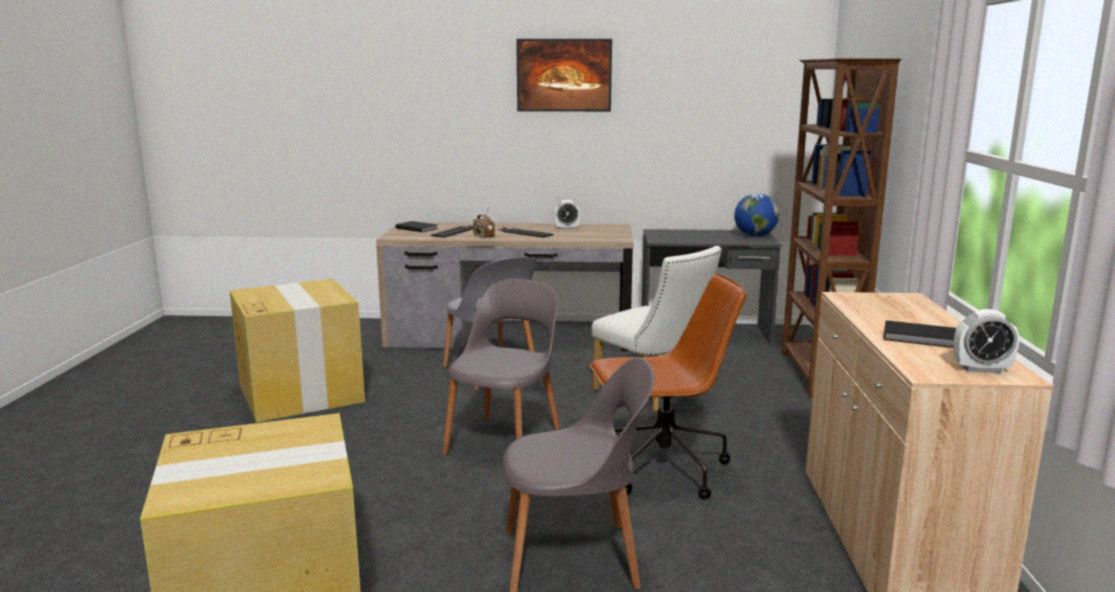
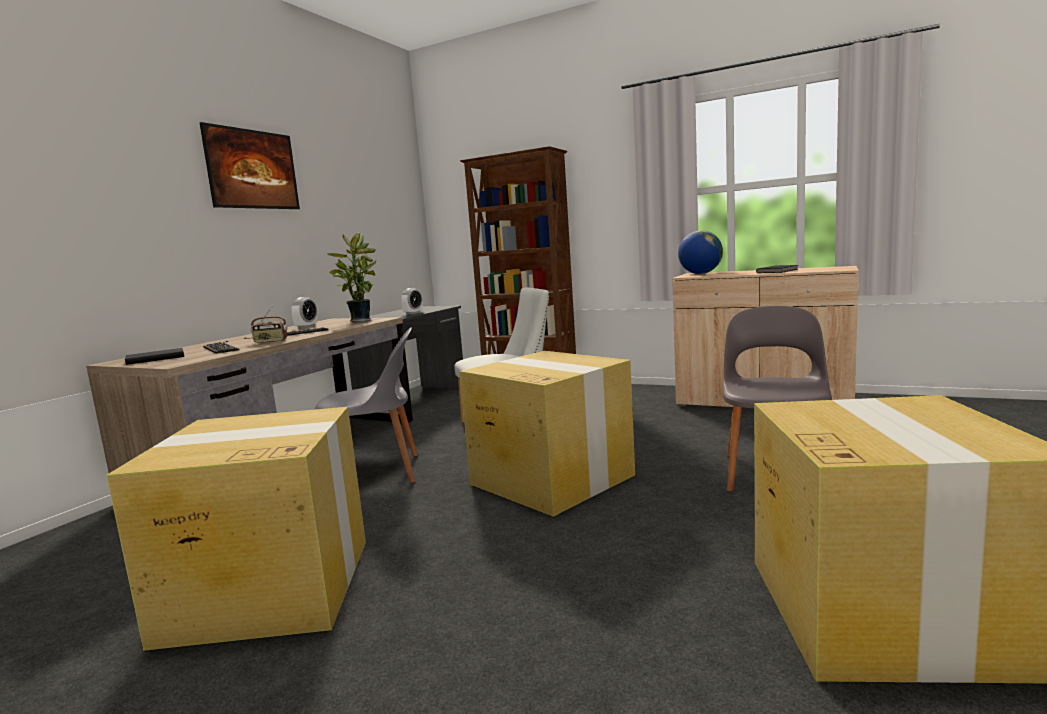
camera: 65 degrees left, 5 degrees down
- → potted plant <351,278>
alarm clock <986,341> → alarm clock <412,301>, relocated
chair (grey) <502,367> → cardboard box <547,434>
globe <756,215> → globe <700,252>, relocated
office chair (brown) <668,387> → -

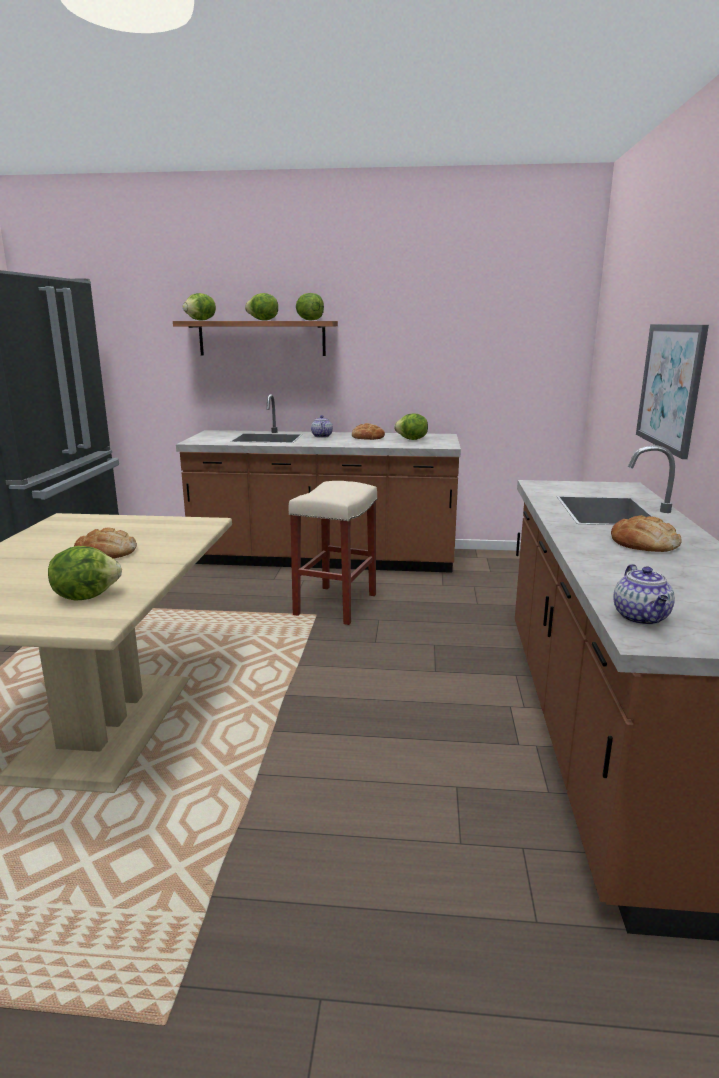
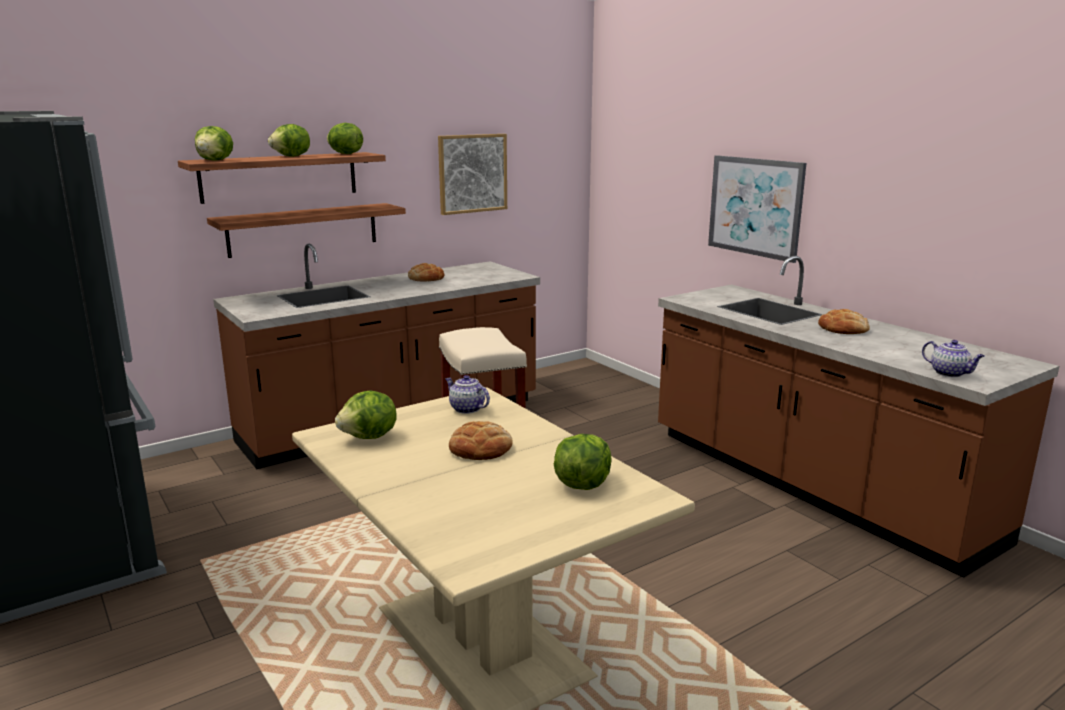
camera: 40 degrees left, 0 degrees up
- → shelf <306,230>
lettuce <411,426> → lettuce <366,414>, relocated
- → picture <472,174>
teapot <322,426> → teapot <467,394>, relocated

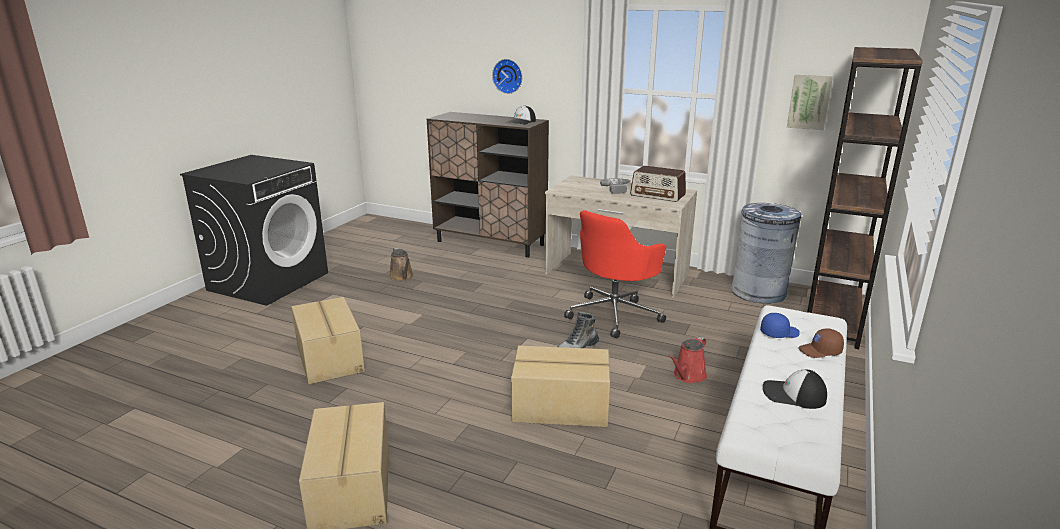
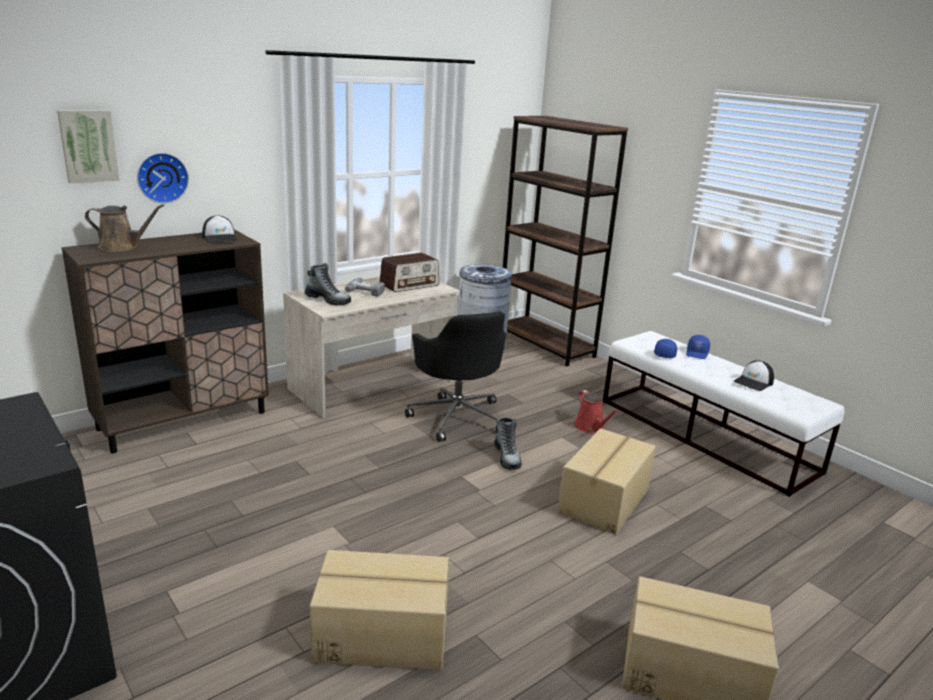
camera: 65 degrees left, 0 degrees up
picture <810,102> → picture <88,146>, relocated
watering can (brown) <401,264> → watering can (brown) <124,228>, relocated
- → boot <327,284>
office chair (red) <615,274> → office chair (black) <455,376>
cap (brown) <821,343> → cap (blue) <698,347>

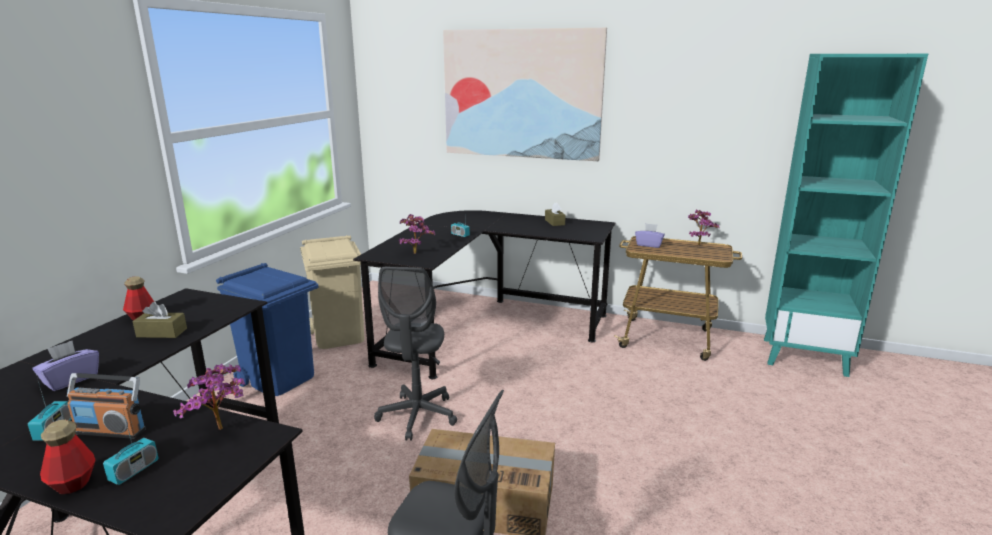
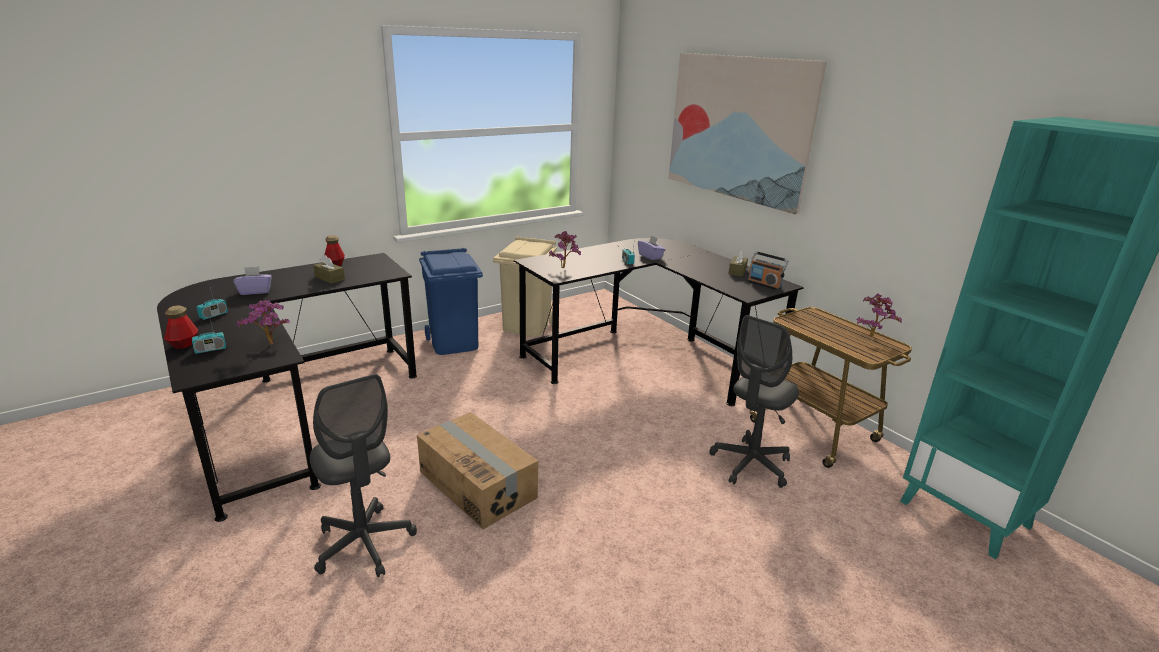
camera: 35 degrees right, 5 degrees up
tissue box (purple) <650,235> → tissue box (purple) <652,247>, relocated
office chair (grey) <415,354> → office chair (grey) <754,401>, relocated
radio <106,406> → radio <768,270>, relocated

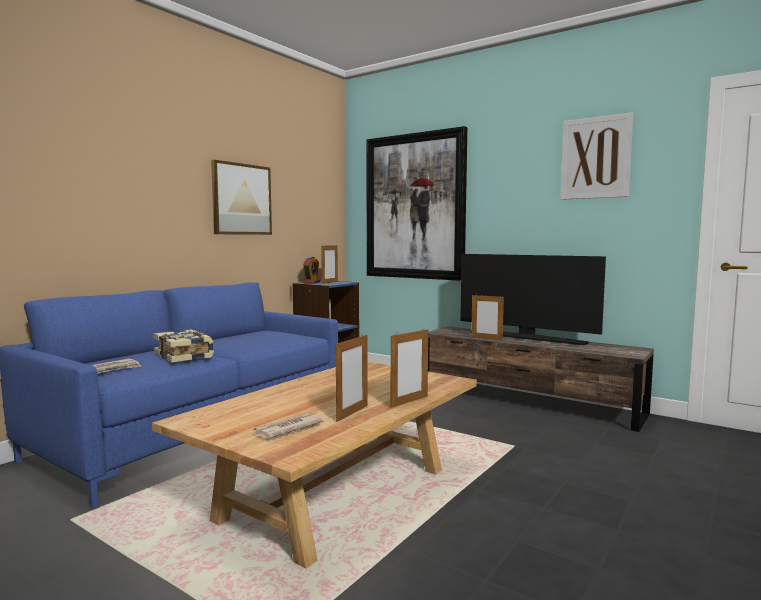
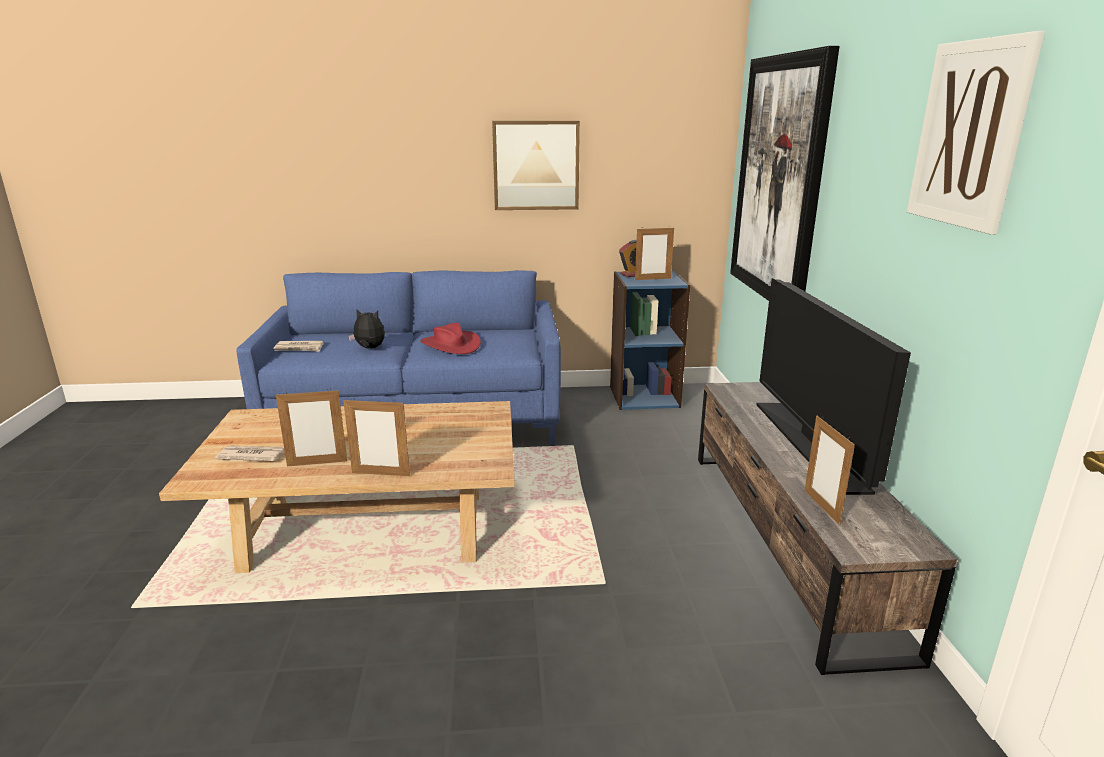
camera: 50 degrees right, 15 degrees up
book <183,346> → plush toy <366,329>
- → hat (red) <450,338>
picture frame <487,317> → picture frame <830,470>, relocated

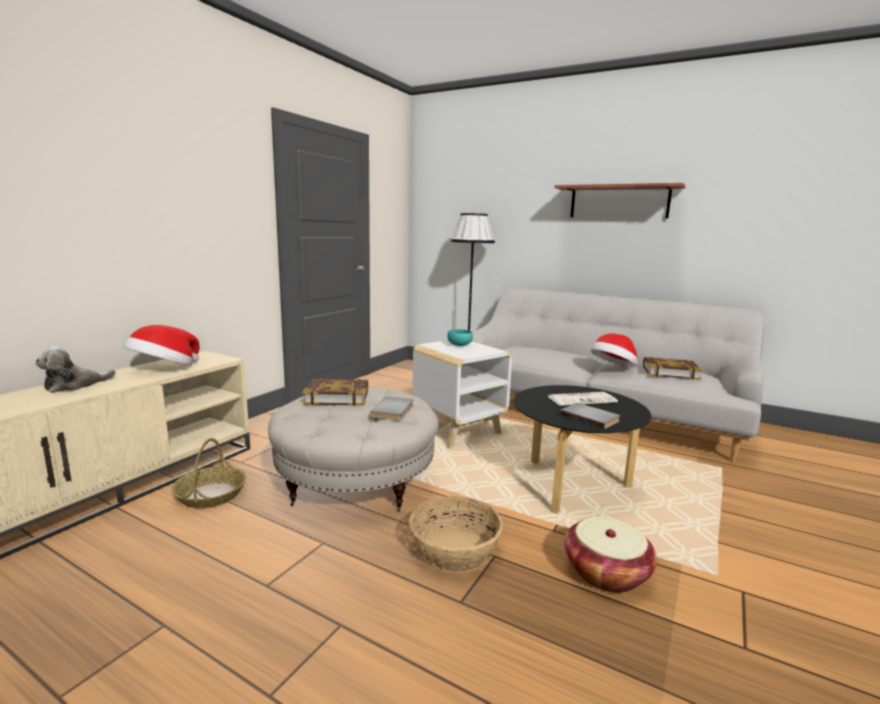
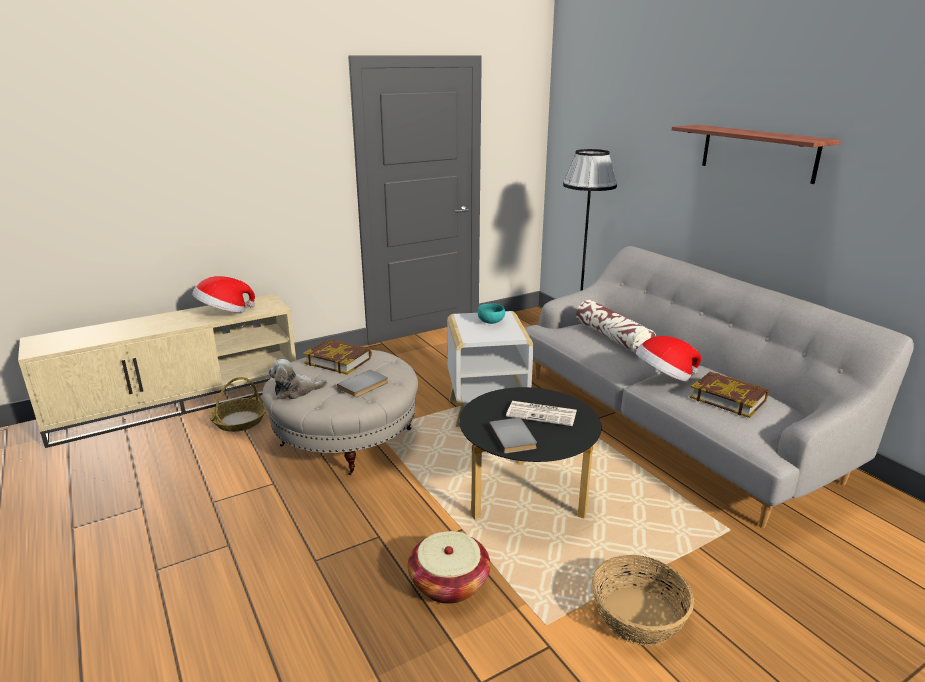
camera: 30 degrees right, 10 degrees up
plush toy <75,369> → plush toy <298,379>, relocated
- → pillow <616,327>
basket <456,534> → basket <643,600>, relocated

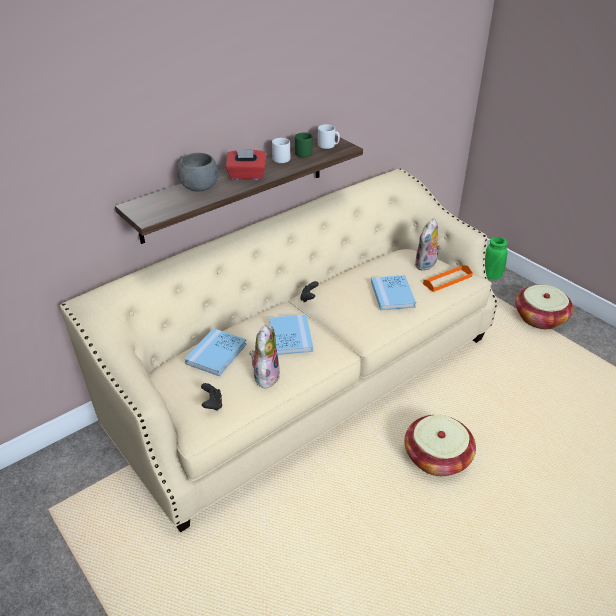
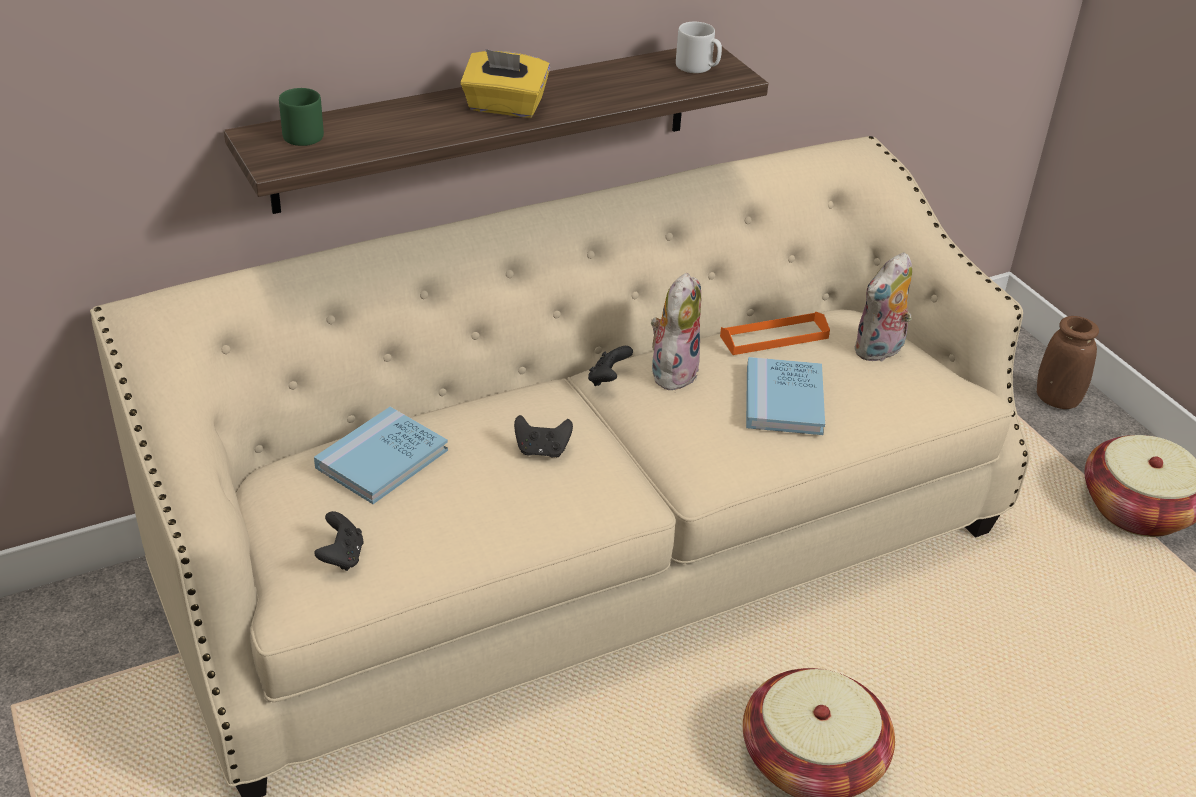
camera: 10 degrees right, 0 degrees up
mug (green) <304,145> → mug (green) <301,117>, relocated
tissue box (red) <246,164> → tissue box (yellow) <505,83>
book (blue) <291,334> → game controller (black) <543,436>
plush toy <265,356> → plush toy <676,331>, relocated
tray (orange) <448,278> → tray (orange) <775,333>, relocated
vase (green) <496,258> → vase (brown) <1068,362>
bowl (grey) <198,172> → -
mug (grey) <281,150> → -

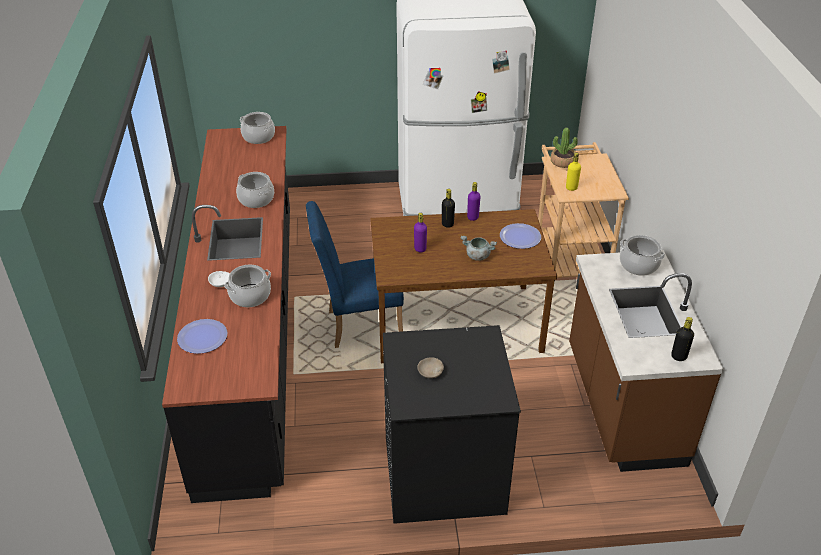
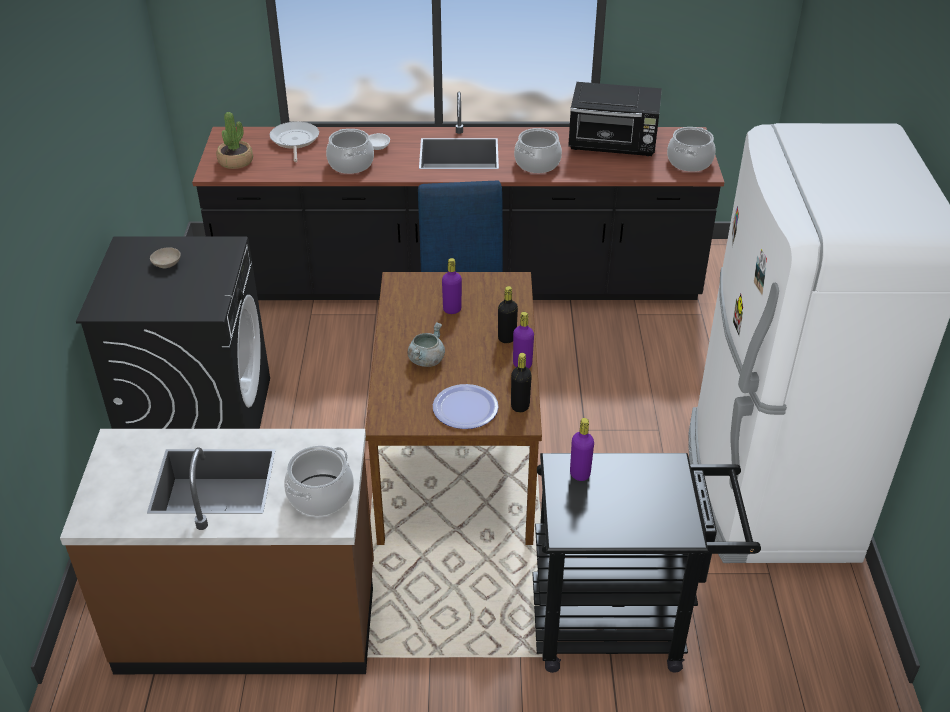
camera: 95 degrees right, 0 degrees up
potted plant <564,148> → potted plant <234,140>, relocated
plate <202,336> → frying pan <294,141>
bottle (black) <682,339> → bottle (black) <521,382>, relocated
cart (beige) <583,210> → cart (black) <646,563>
- → microwave (black) <615,119>
bottle (yellow) <573,172> → bottle (purple) <582,449>

